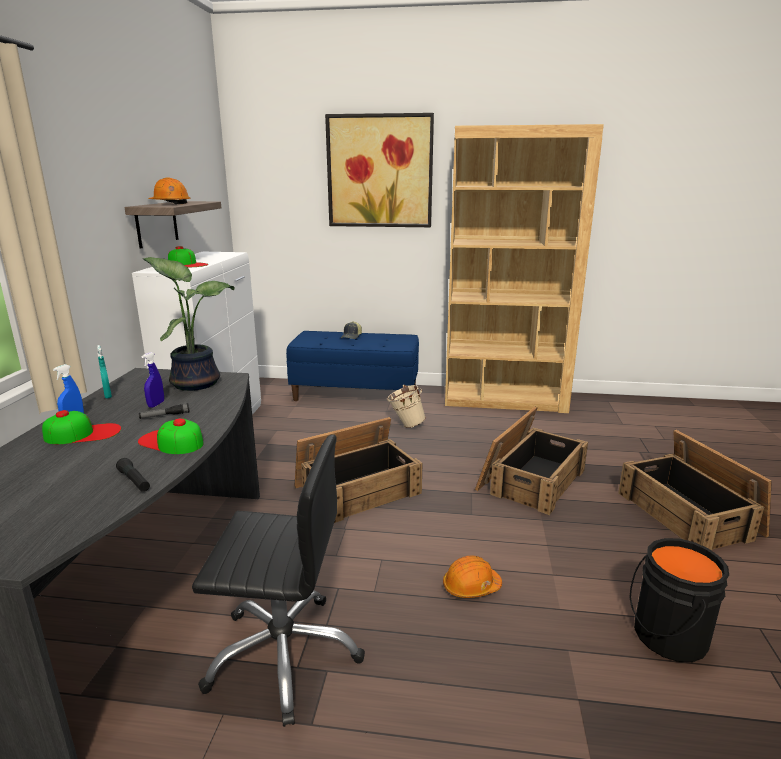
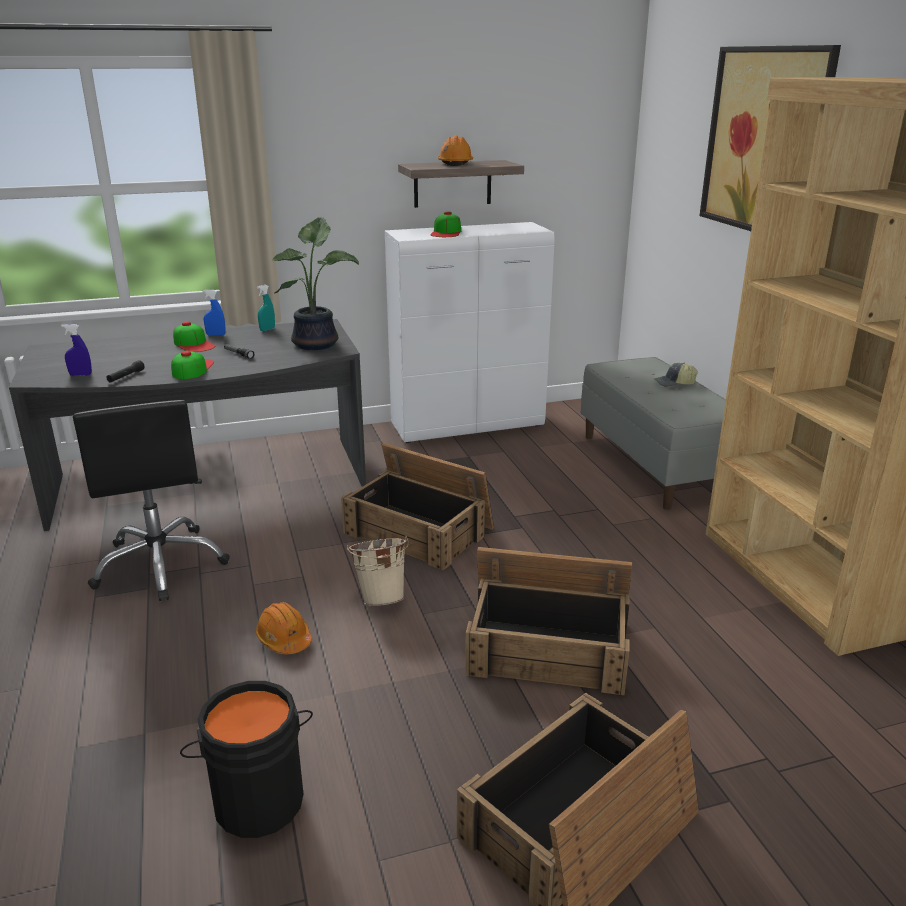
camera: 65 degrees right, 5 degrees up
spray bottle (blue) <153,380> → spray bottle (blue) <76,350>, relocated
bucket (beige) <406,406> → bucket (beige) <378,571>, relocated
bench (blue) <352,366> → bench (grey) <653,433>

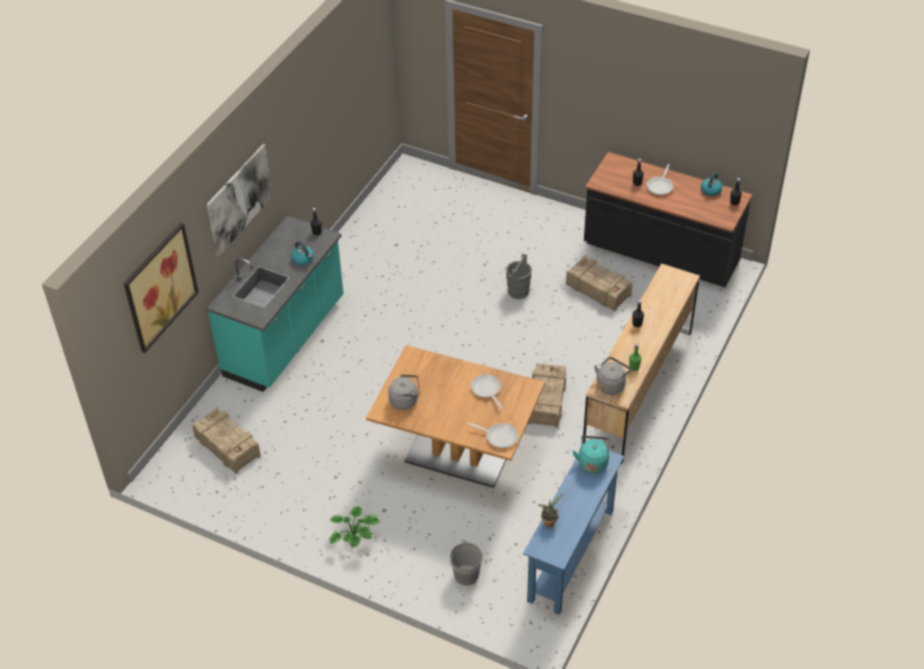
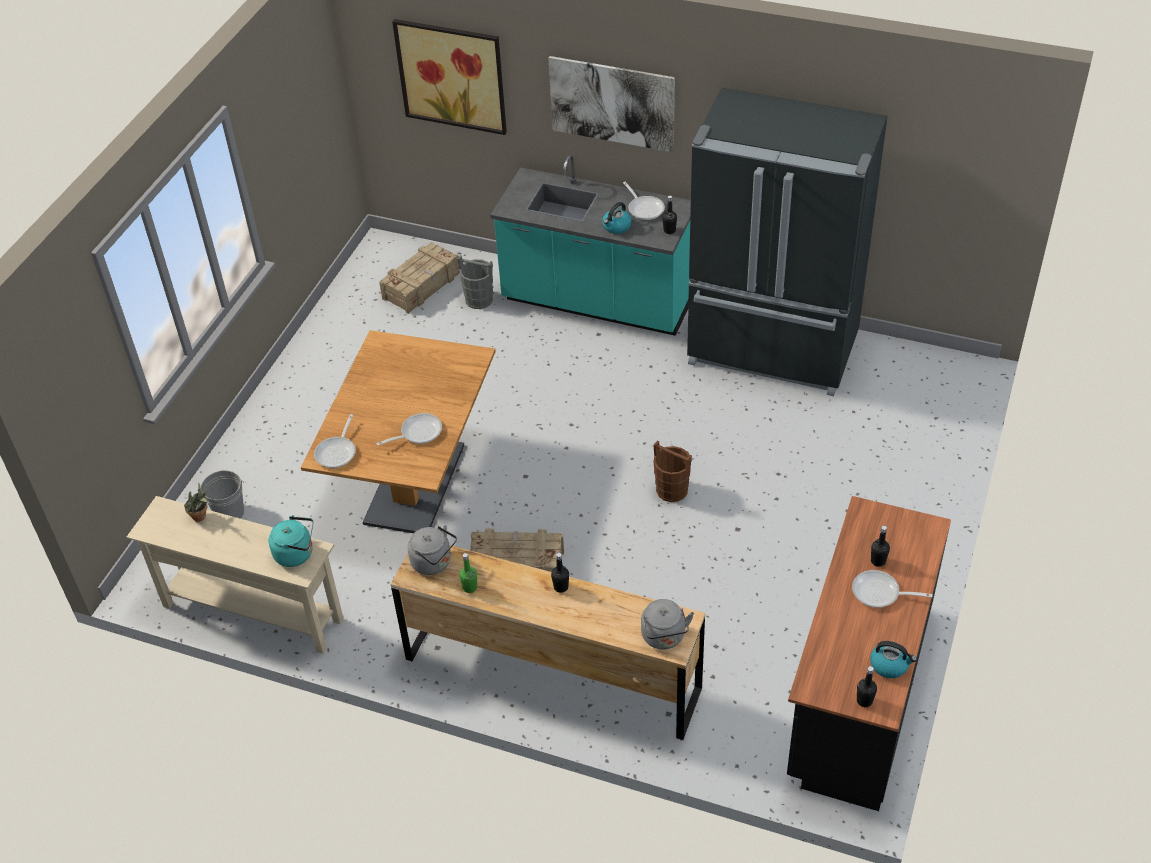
camera: 85 degrees right, 0 degrees up
console table (blue) <573,533> → console table (beige) <235,575>
bucket (grey) <519,276> → bucket (grey) <475,282>, relocated
- → frying pan <644,201>
kettle (grey) <403,392> → kettle (grey) <667,624>, relocated
- → bucket (brown) <672,471>
- → fridge (black) <787,241>
potted plant <354,527> → -
crate <599,284> → -

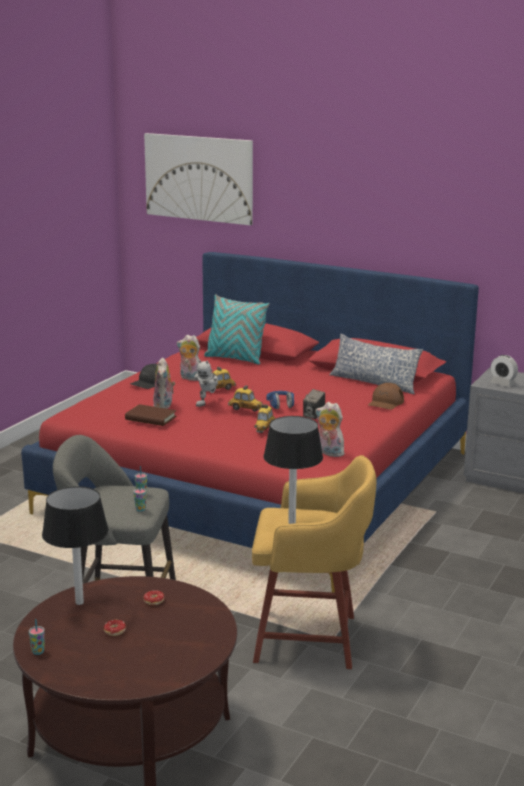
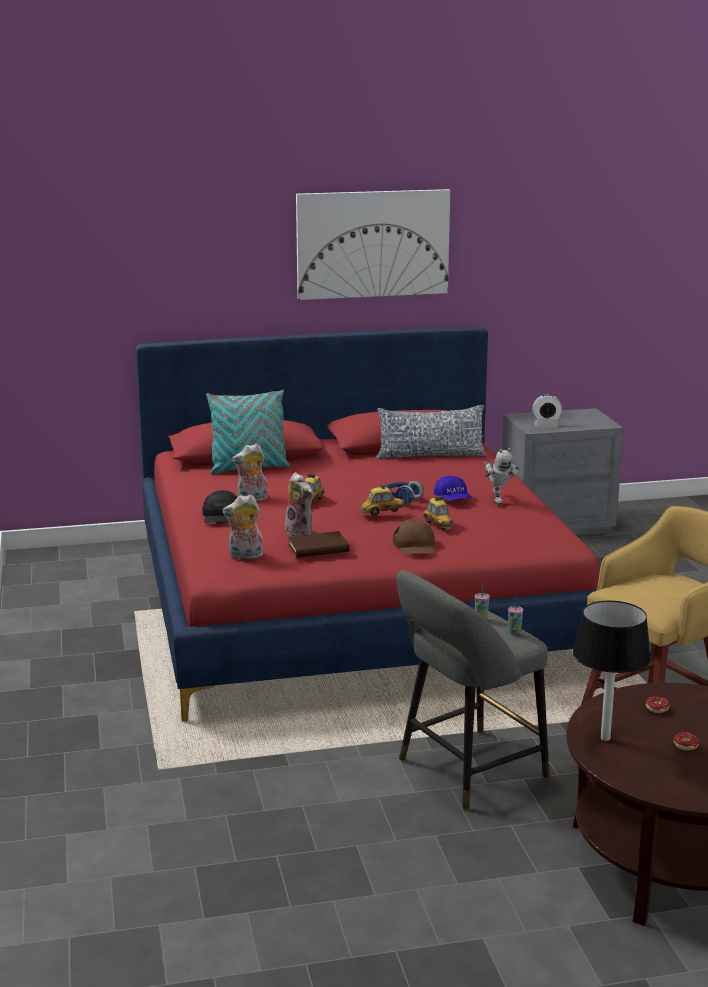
camera: 40 degrees left, 0 degrees up
plush toy <329,429> → plush toy <242,526>, relocated
picture <198,179> → picture <373,244>, relocated
cap (brown) <386,396> → cap (brown) <415,537>, relocated
photo camera <314,404> → cap (blue) <452,488>
toy robot <206,383> → toy robot <501,476>, relocated
cup <37,637> → -
table lamp (black) <293,470> → -

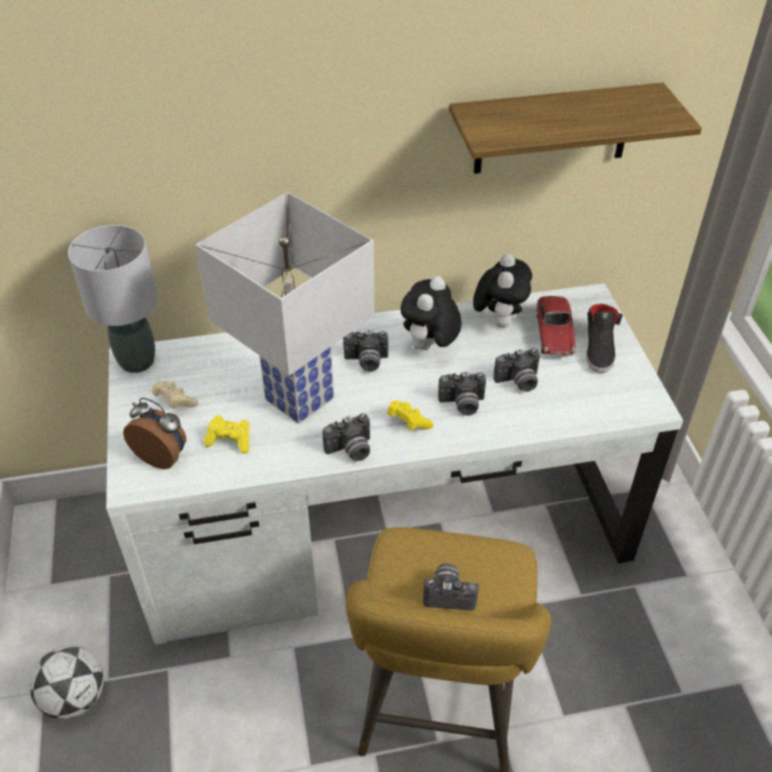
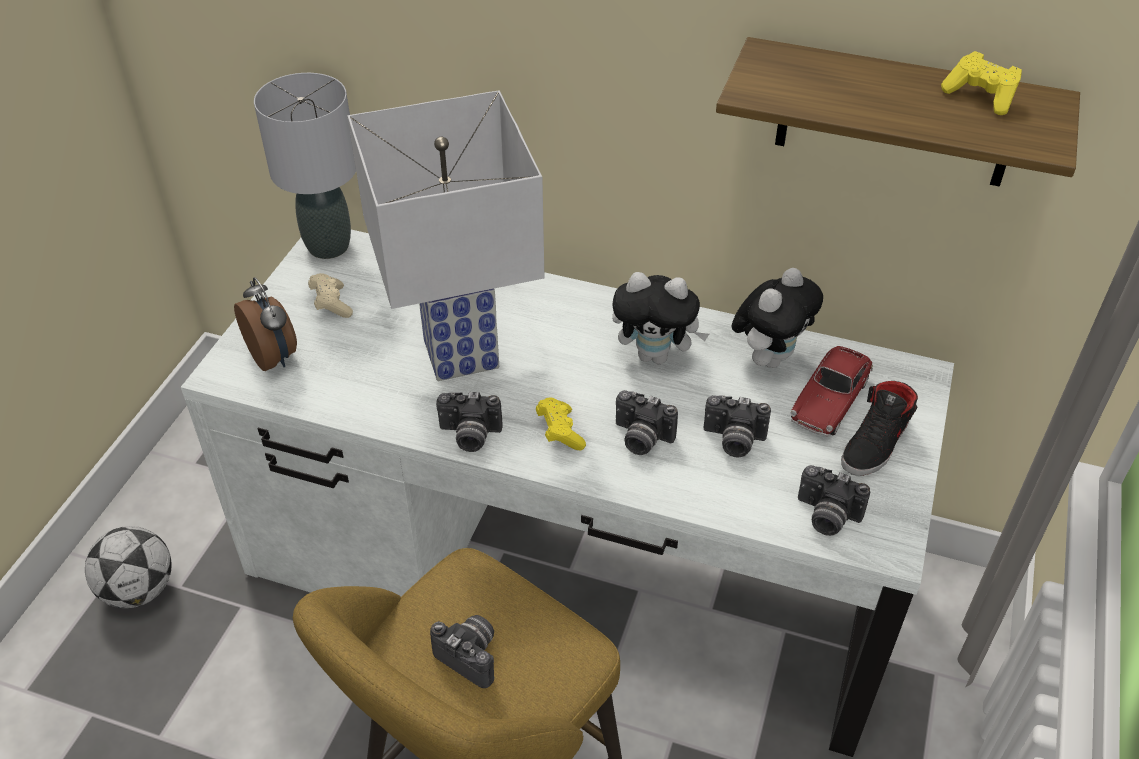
camera: 30 degrees right, 0 degrees up
plush toy <431,313> → plush toy <660,318>, 135 degrees counterclockwise
photo camera <365,351> → photo camera <834,500>, relocated
game controller (yellow) <226,434> → game controller (yellow) <981,83>, relocated

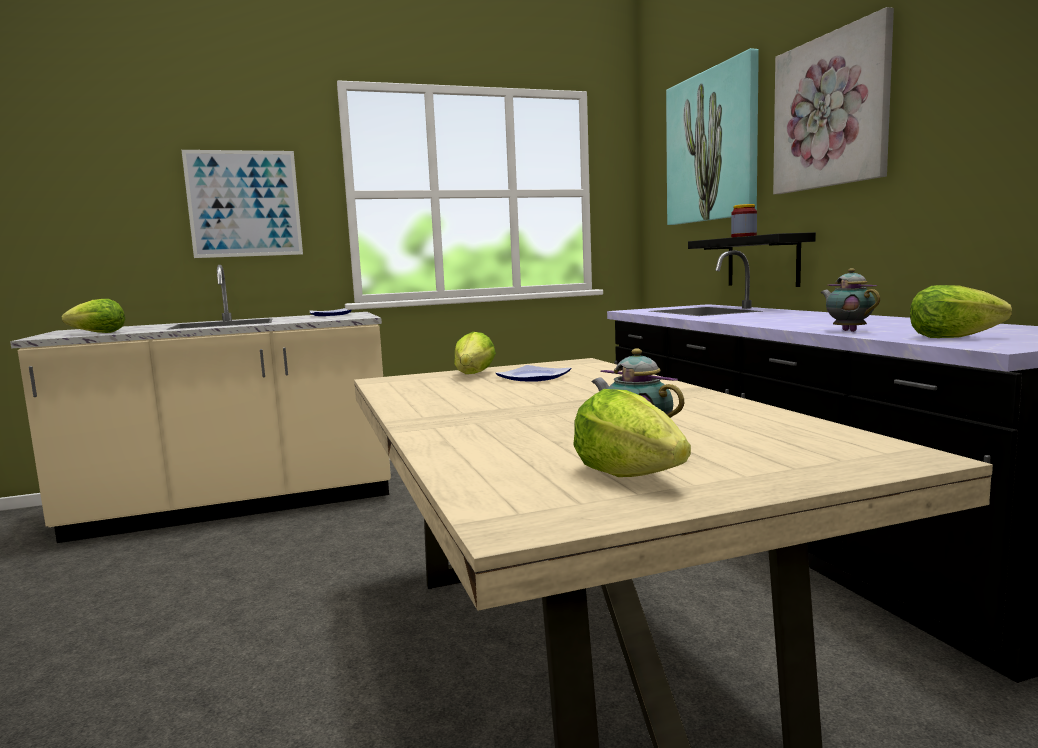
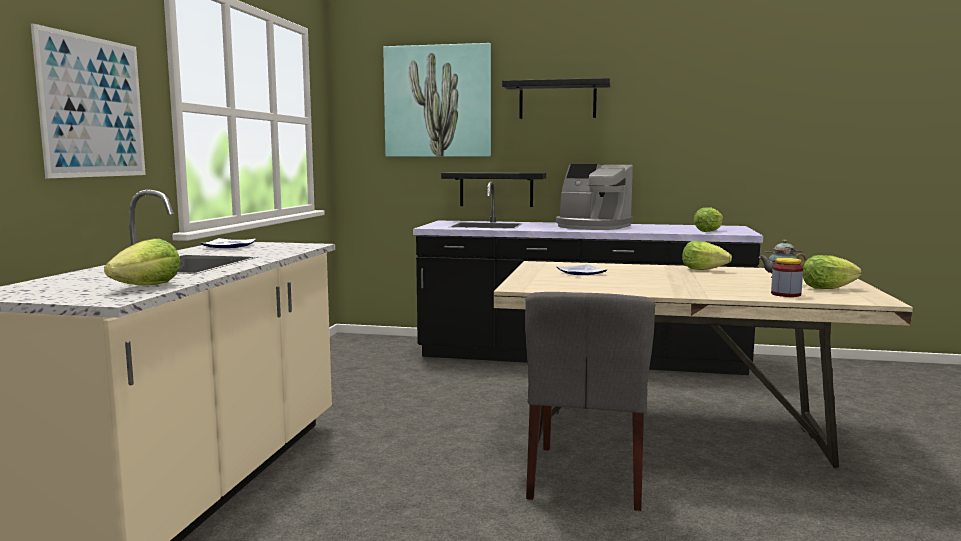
camera: 60 degrees left, 0 degrees up
picture <833,100> → shelf (black) <556,98>
- → chair (grey) <590,401>
- → coffee machine <594,197>
lettuce <475,353> → lettuce <707,255>, relocated
jar <744,220> → jar <787,277>, relocated
teapot <850,300> → -

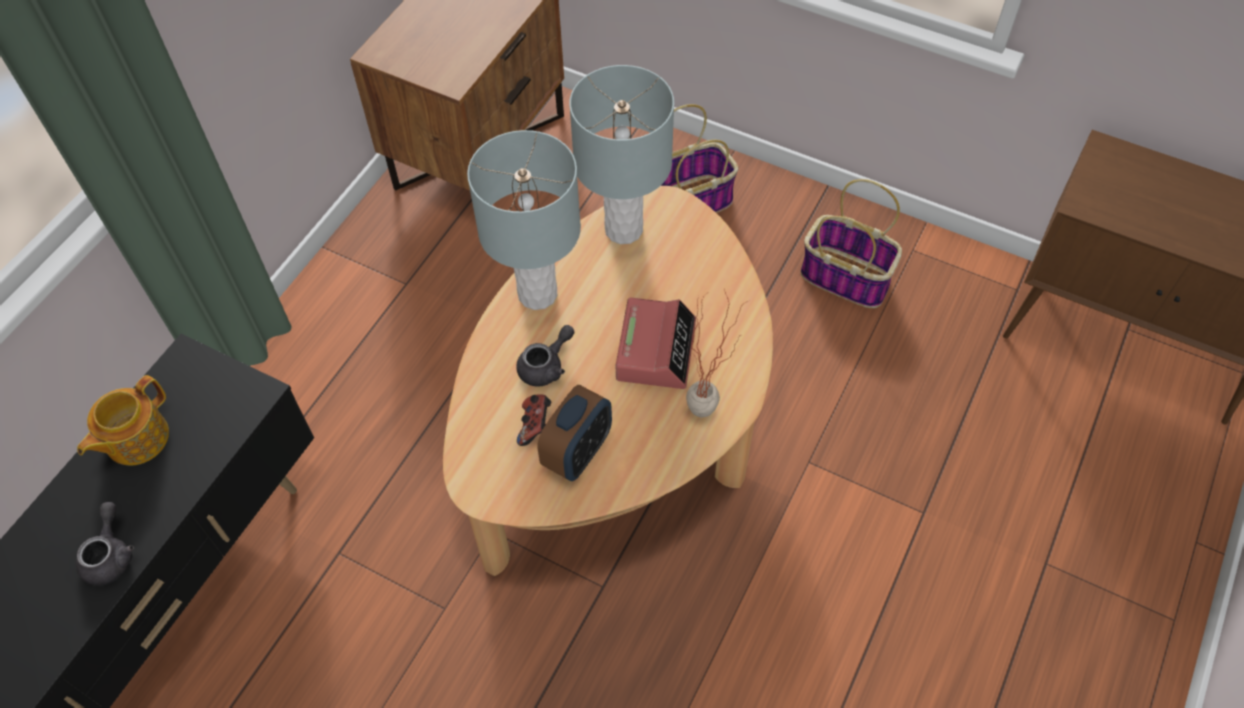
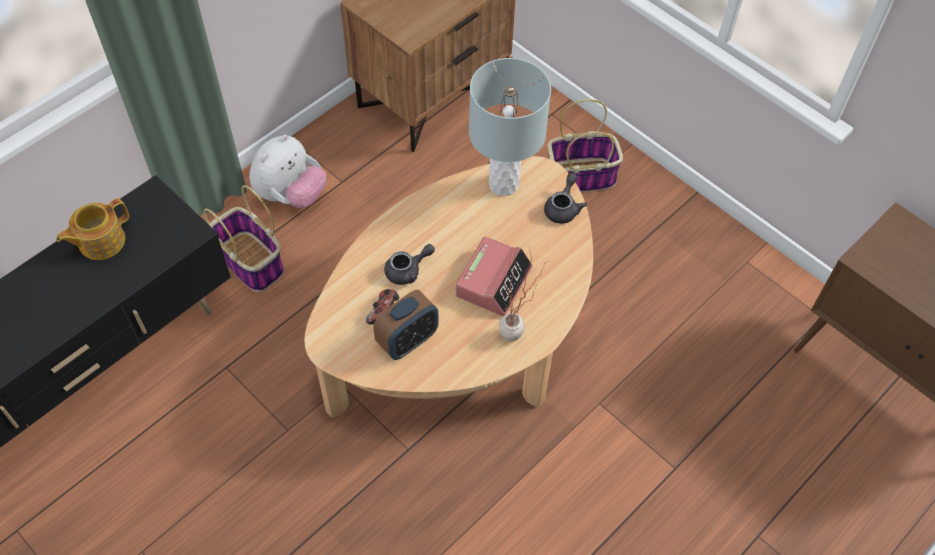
camera: 15 degrees right, 0 degrees up
basket <851,243> → basket <244,238>, relocated
- → plush toy <287,171>
teapot (grey) <105,544> → teapot (grey) <565,198>, relocated
table lamp (grey) <524,220> → -

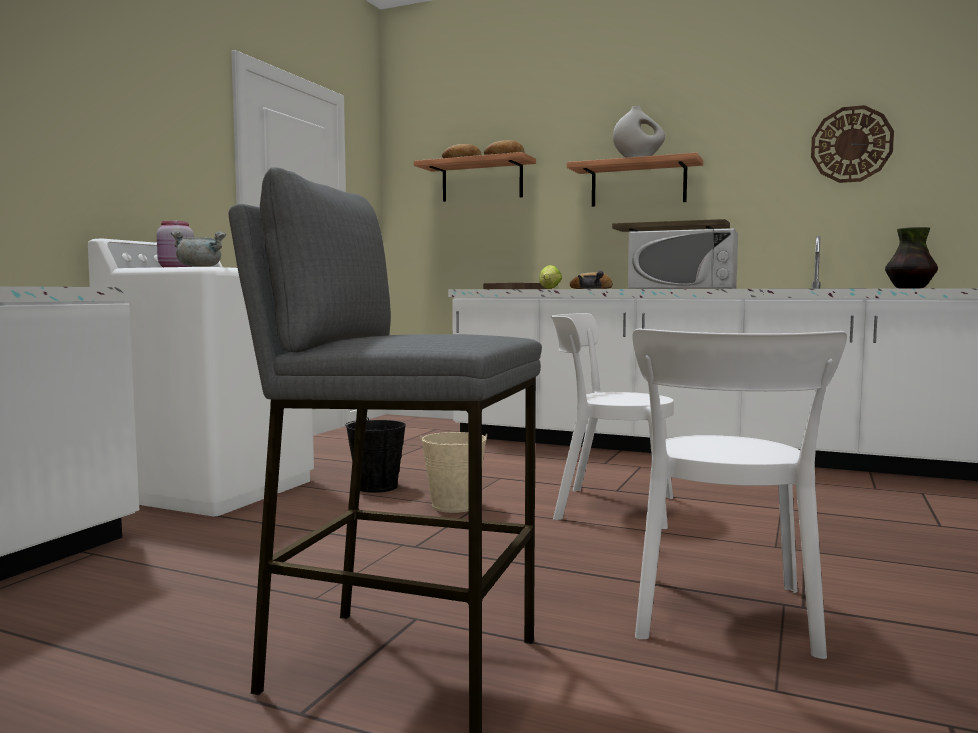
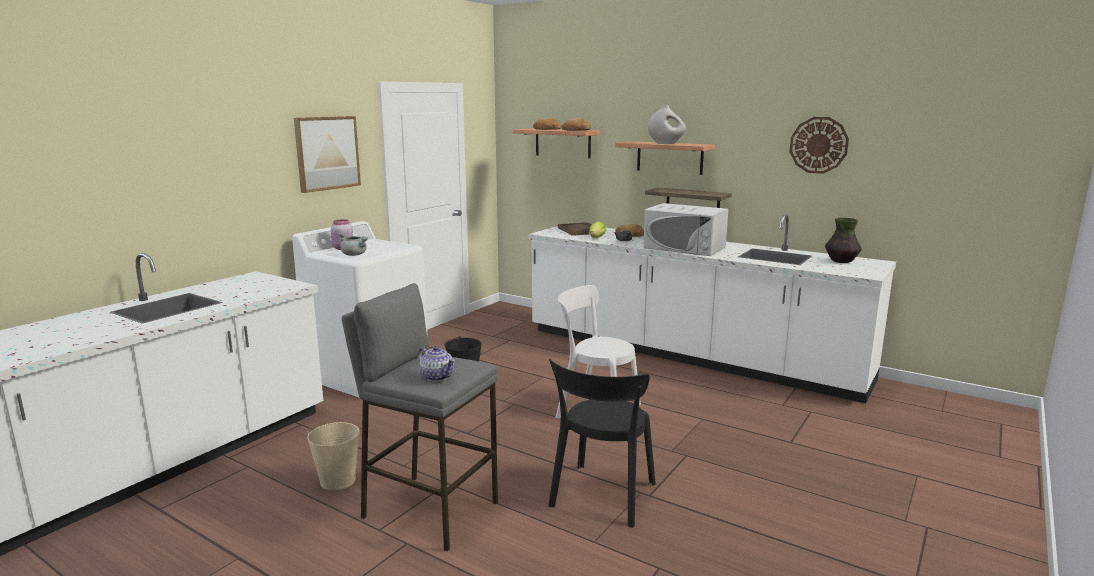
camera: 10 degrees right, 10 degrees up
- → picture <327,154>
bucket (beige) <454,472> → bucket (beige) <333,456>, relocated
- → teapot <436,364>
chair (white) <739,494> → chair (black) <602,443>

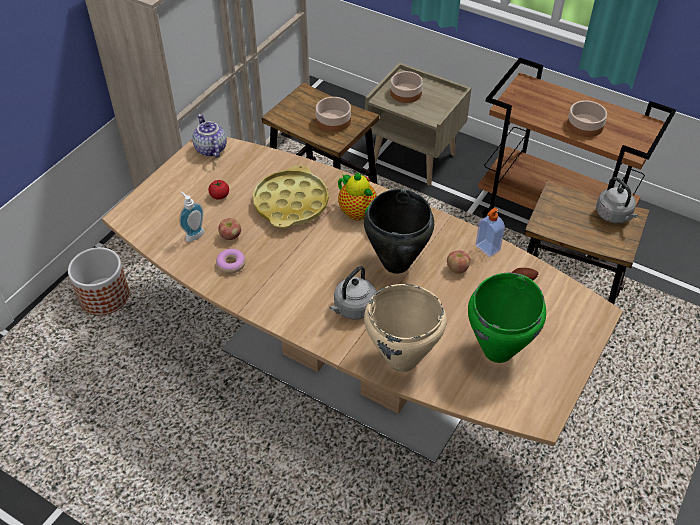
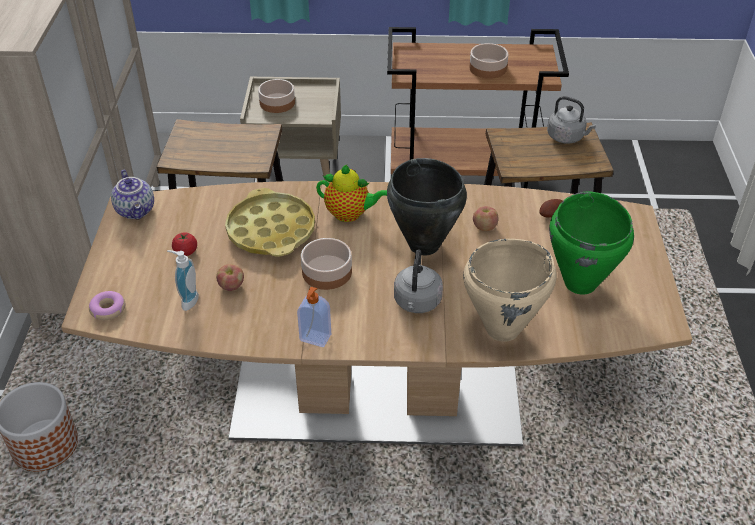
camera: 30 degrees left, 5 degrees down
donut <231,261> → donut <107,305>, relocated
teapot <209,136> → teapot <132,195>, 150 degrees counterclockwise
soap dispenser <490,232> → soap dispenser <314,317>, relocated
bowl <333,114> → bowl <326,264>, relocated

